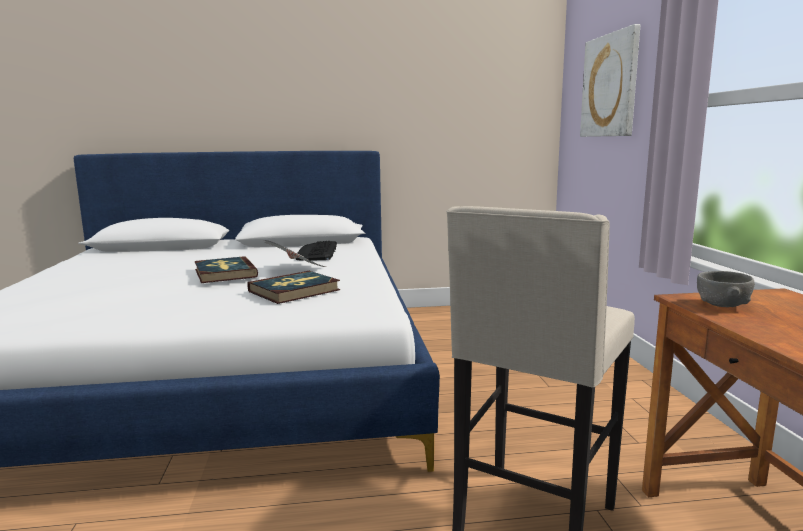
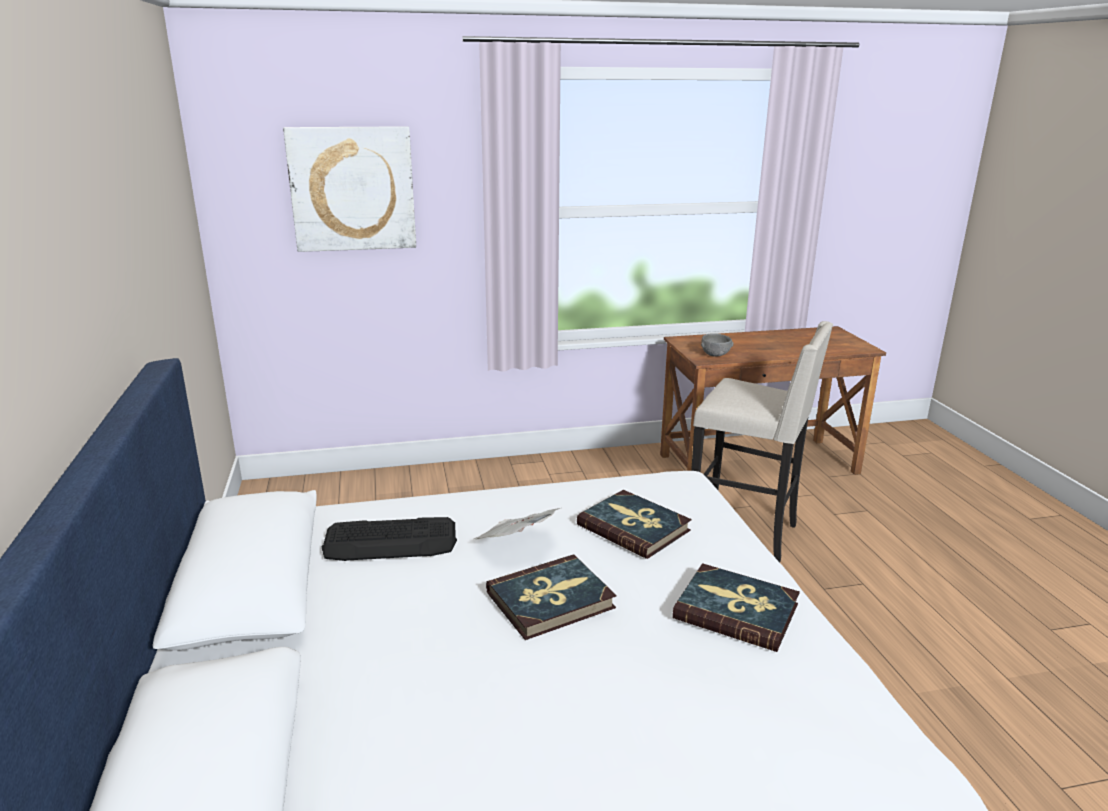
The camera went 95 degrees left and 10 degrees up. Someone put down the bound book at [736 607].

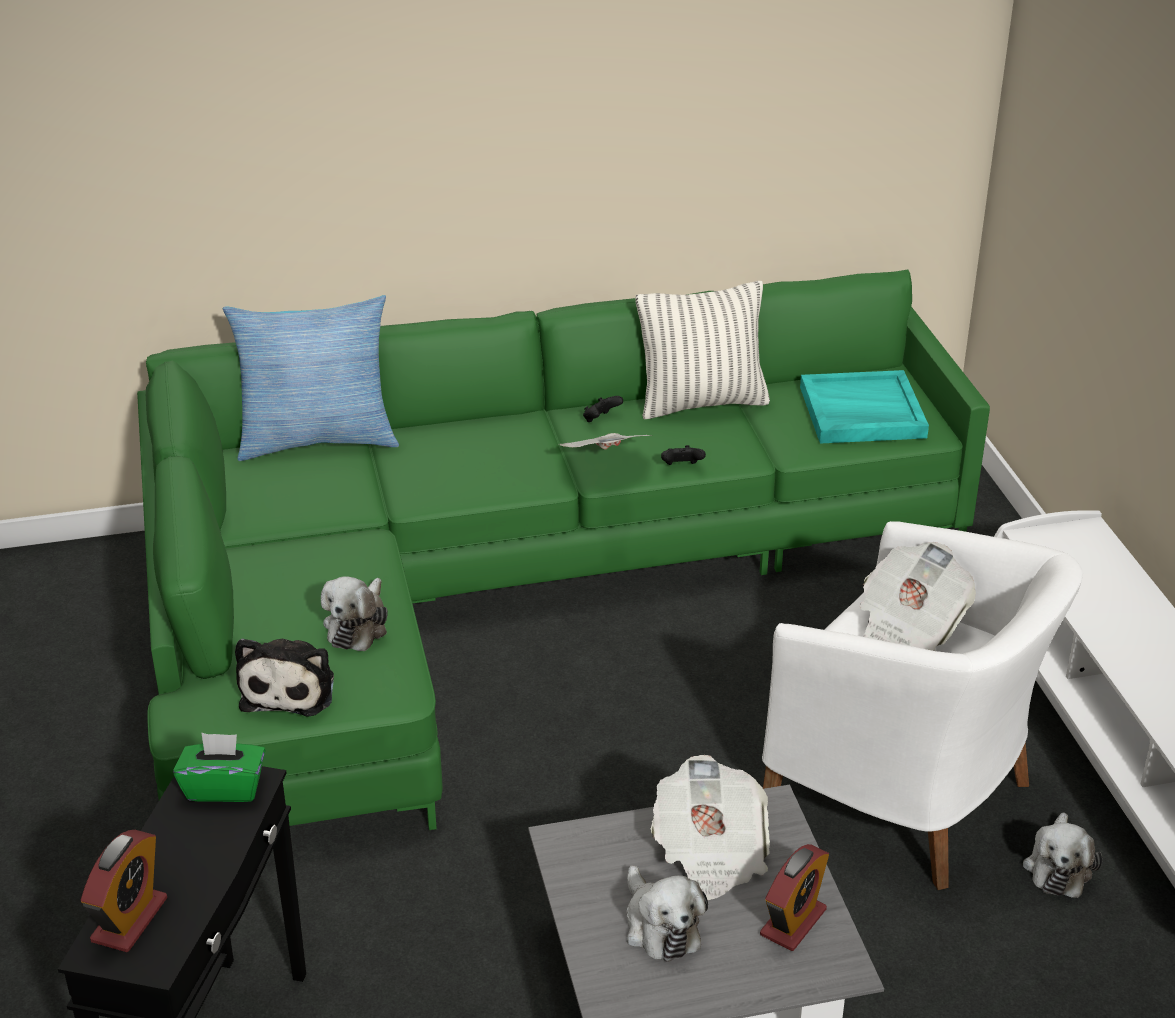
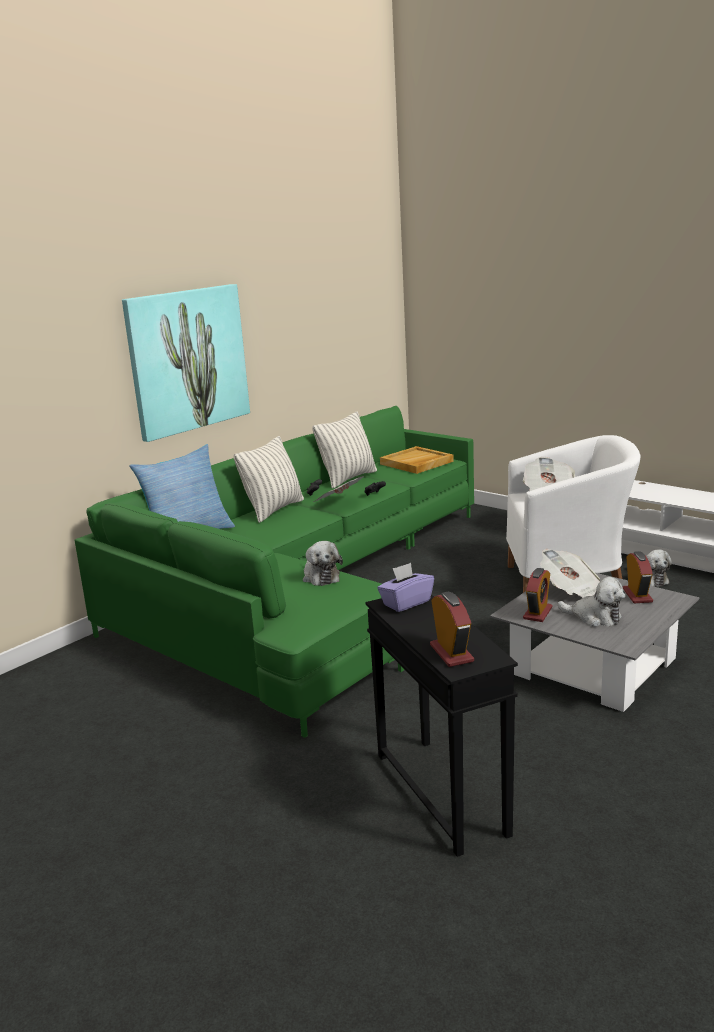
The camera went 35 degrees left and 15 degrees down. Someone took away the soft toy at [284 677]. Someone put up the wall art at [186 363]. Someone put down the throw pillow at [268 479]. Someone put down the alarm clock at [538 595]. Someone repainted the tissue holder in greenish at [219 767], which became the tissue holder in purple at [405 587]. Someone repainted the tray in turquoise-coloured at [864 407], which became the tray in beige-coloured at [417 460].

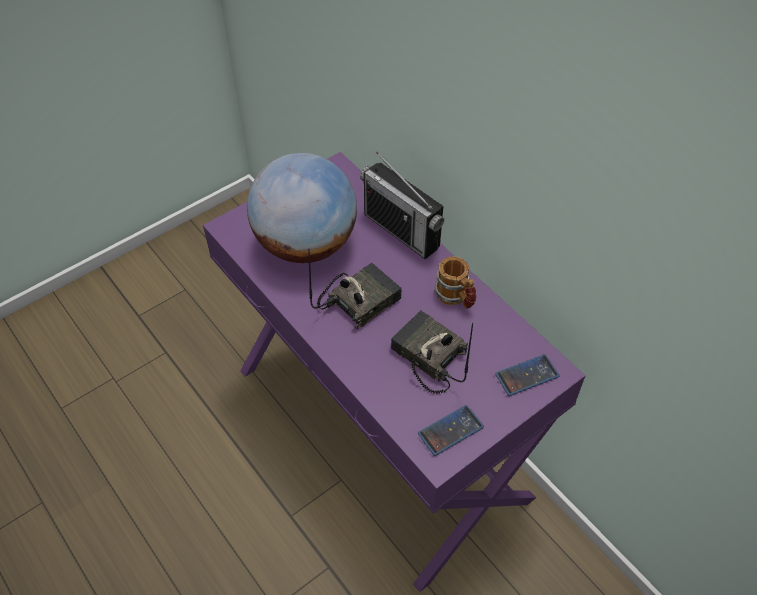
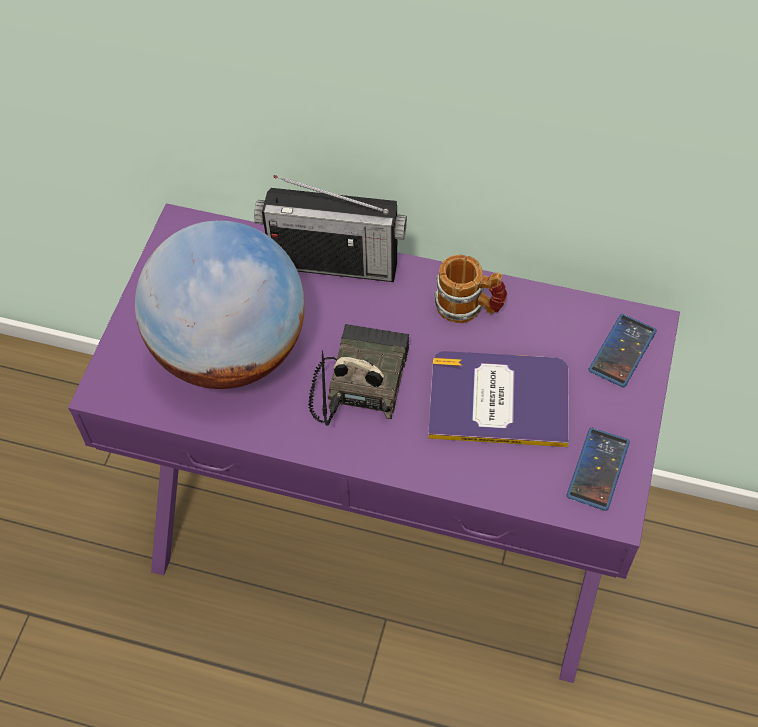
The camera went 35 degrees left and 5 degrees up. Someone swapped the radio receiver at [432 352] for the bound book at [498 399].

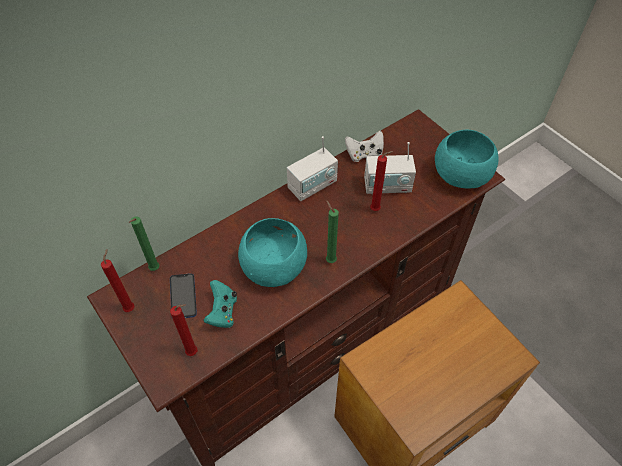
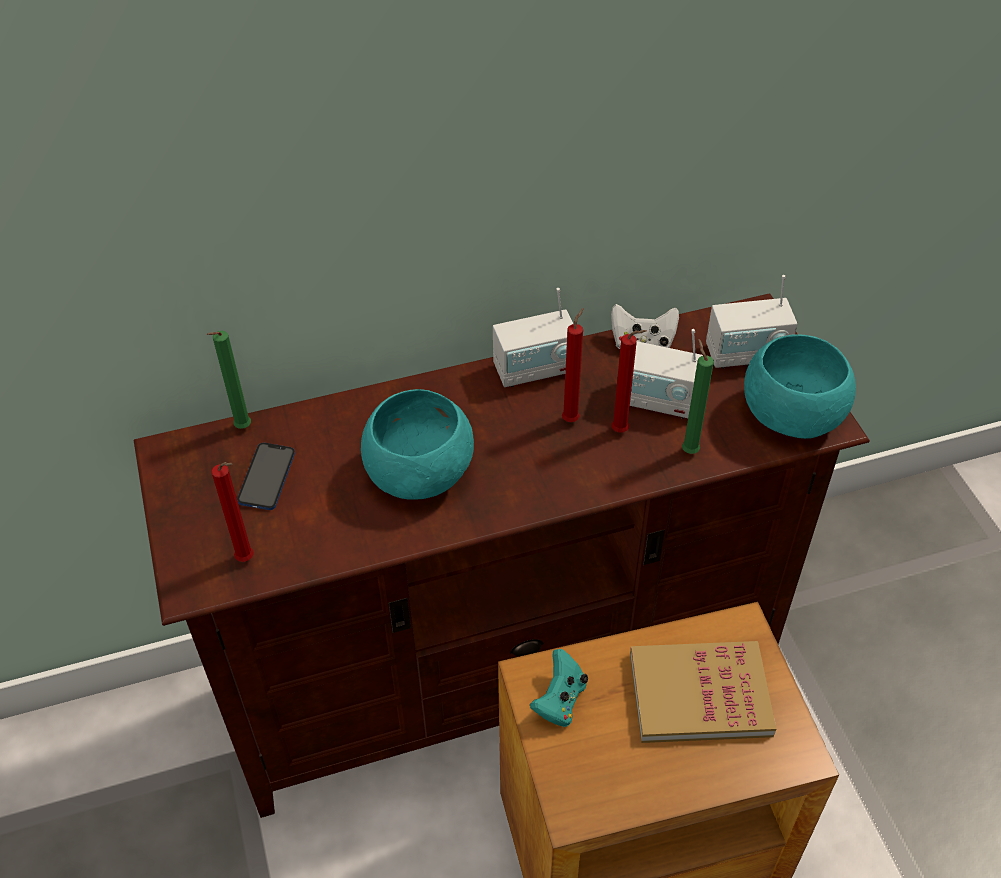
The camera went 20 degrees right and 5 degrees down. Someone put down the bound book at [703 692]. Someone put down the radio receiver at [751 322]. Someone carried the wax light in reddish from [117 280] to [573 365]. Someone carried the gamepad in turquoise-coloured from [220 304] to [559 688]. Someone carried the wax light in greenish from [332 231] to [698 396].

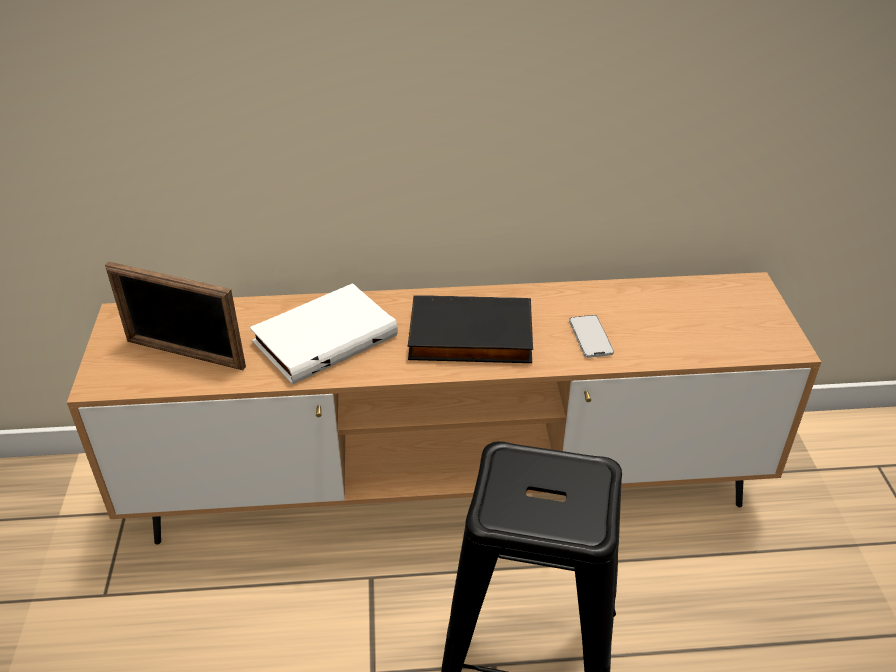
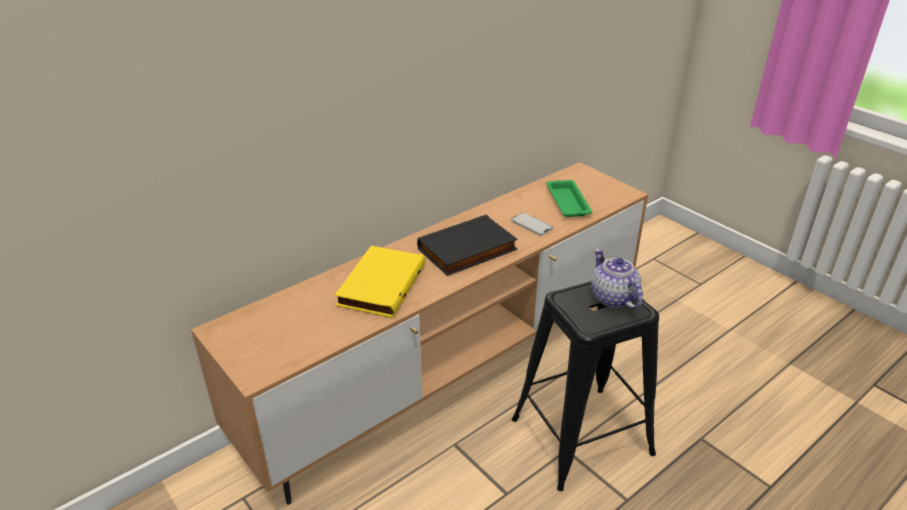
The camera went 35 degrees left and 5 degrees down. Someone took away the standing frame at [175 315]. Someone put down the tray in greenish at [569 198]. Someone put down the pot for tea at [617 279]. Someone repainted the bound book in white at [324 333], which became the bound book in yellow-coloured at [380 282].

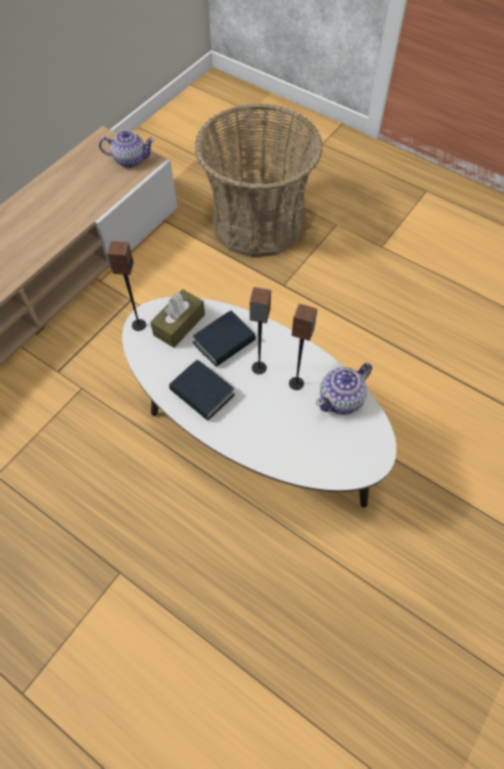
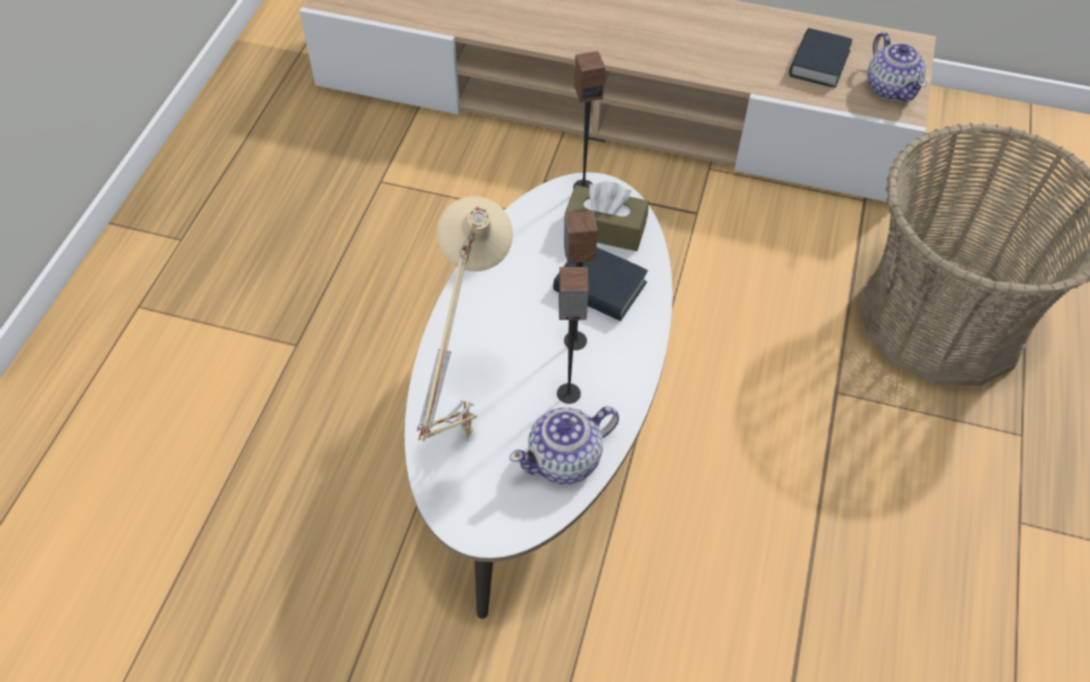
The camera went 70 degrees right and 5 degrees down. Someone put down the table lamp in beige-coloured at [465 318]. Someone carried the bound book from [202 390] to [820 58]. Someone rotated the pot for tea at [344 389] by 60 degrees counterclockwise.

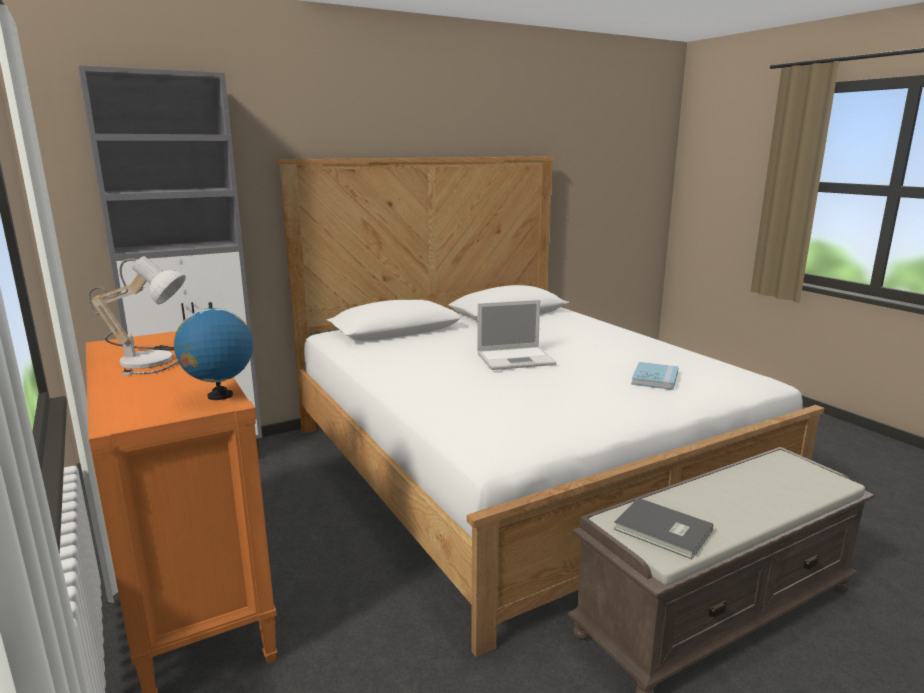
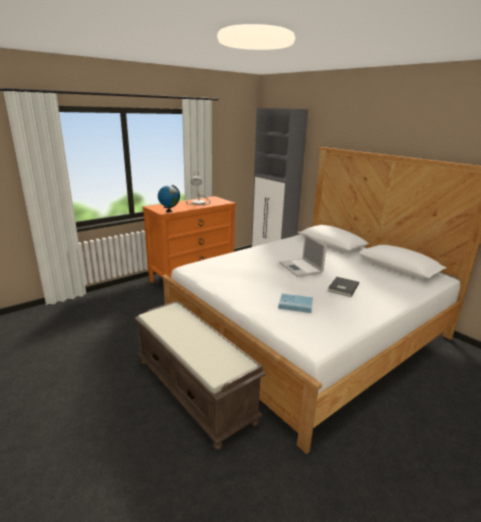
The camera went 80 degrees right and 5 degrees up. Someone carried the bound book in greyish from [663 528] to [343 287].

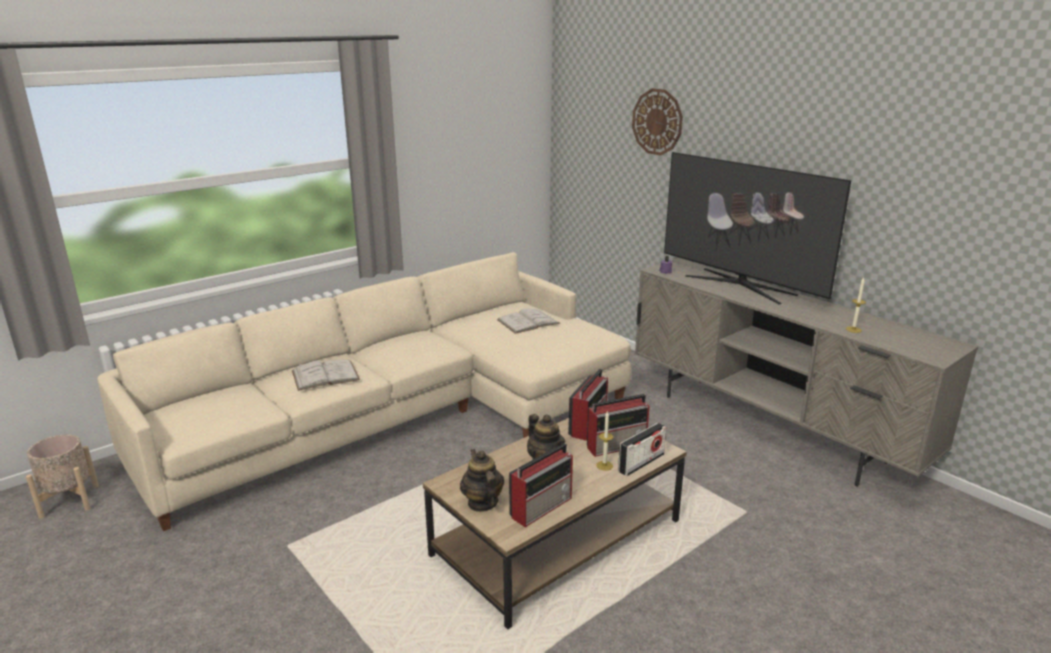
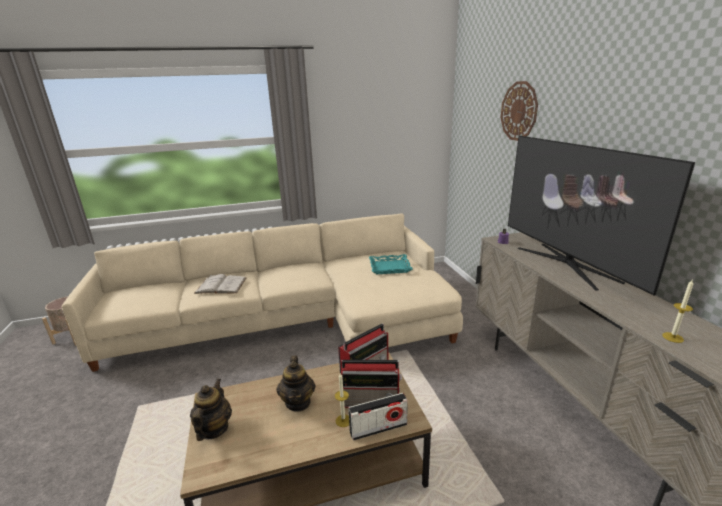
The camera went 25 degrees right and 0 degrees up. Someone took away the radio receiver at [541 485]. Someone swapped the bound book in white at [528 321] for the tray in turquoise-coloured at [391 264].

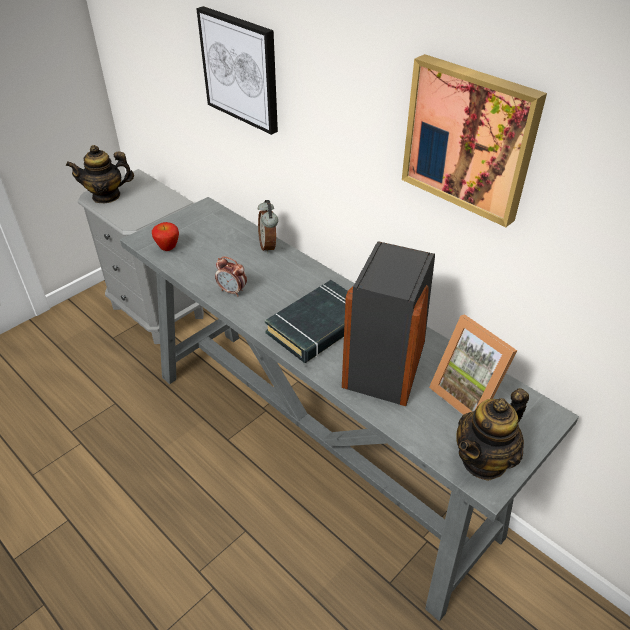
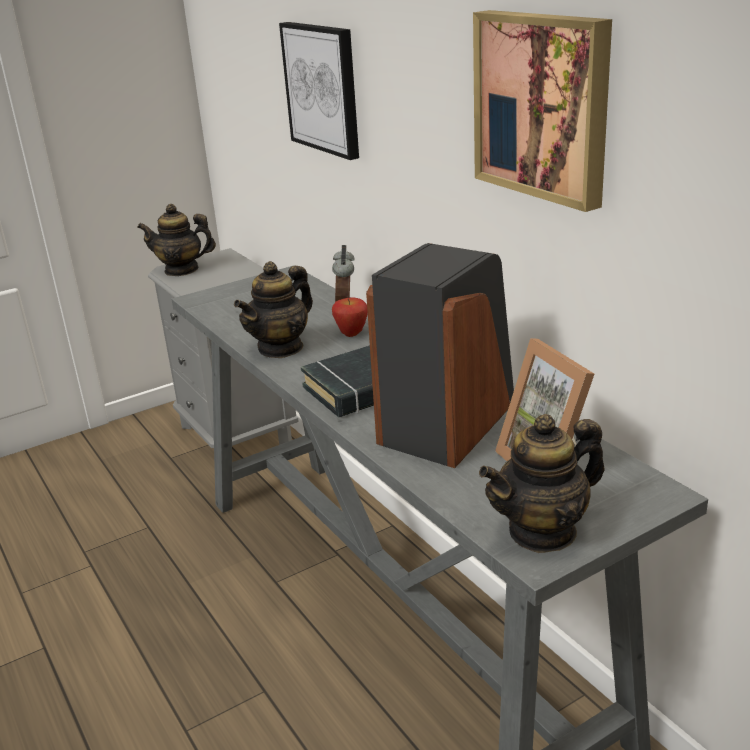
The camera went 15 degrees right and 15 degrees down. Someone carried the apple from [165 236] to [350 317]. Someone swapped the alarm clock at [231 276] for the pot for tea at [273 309].

